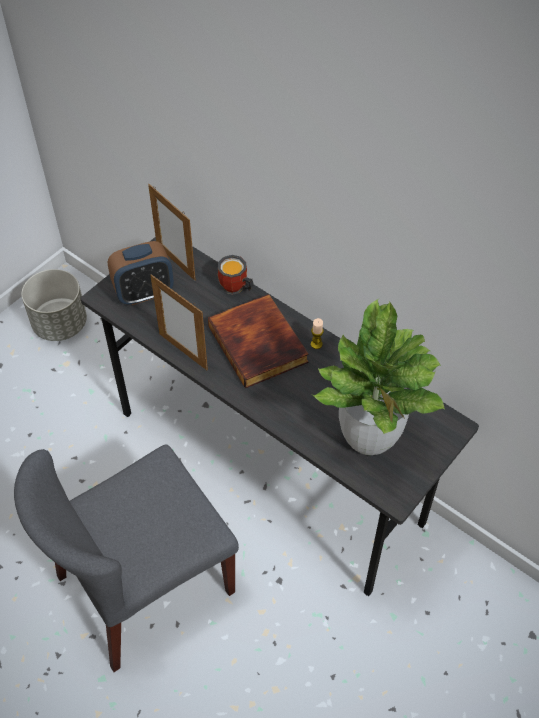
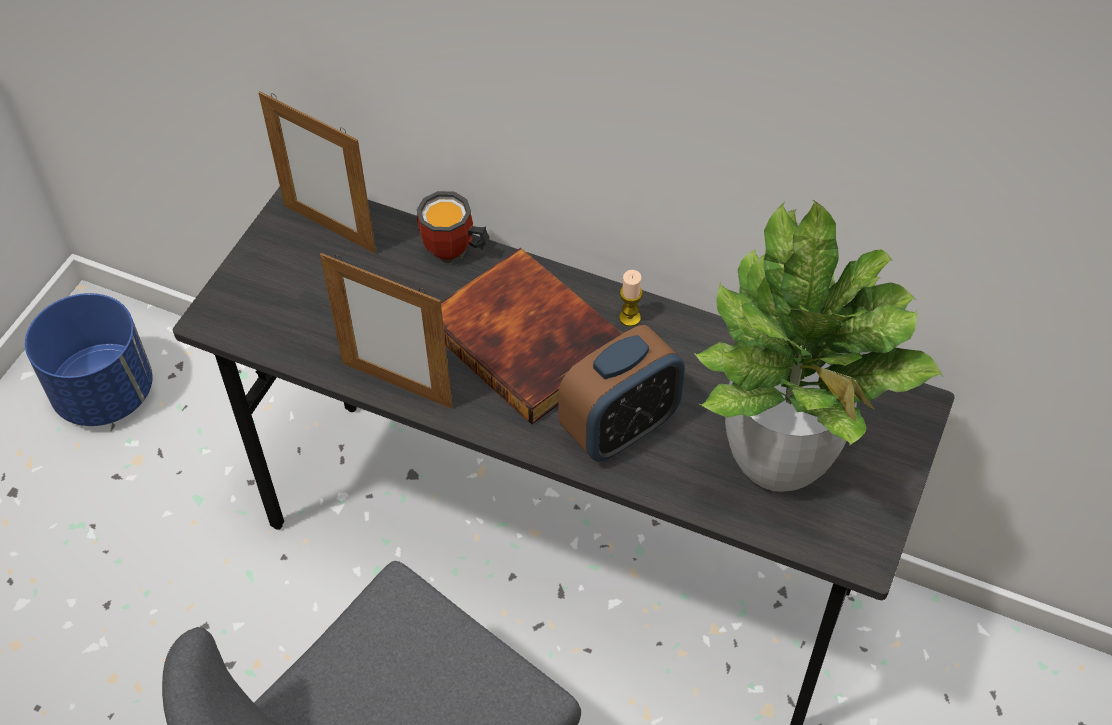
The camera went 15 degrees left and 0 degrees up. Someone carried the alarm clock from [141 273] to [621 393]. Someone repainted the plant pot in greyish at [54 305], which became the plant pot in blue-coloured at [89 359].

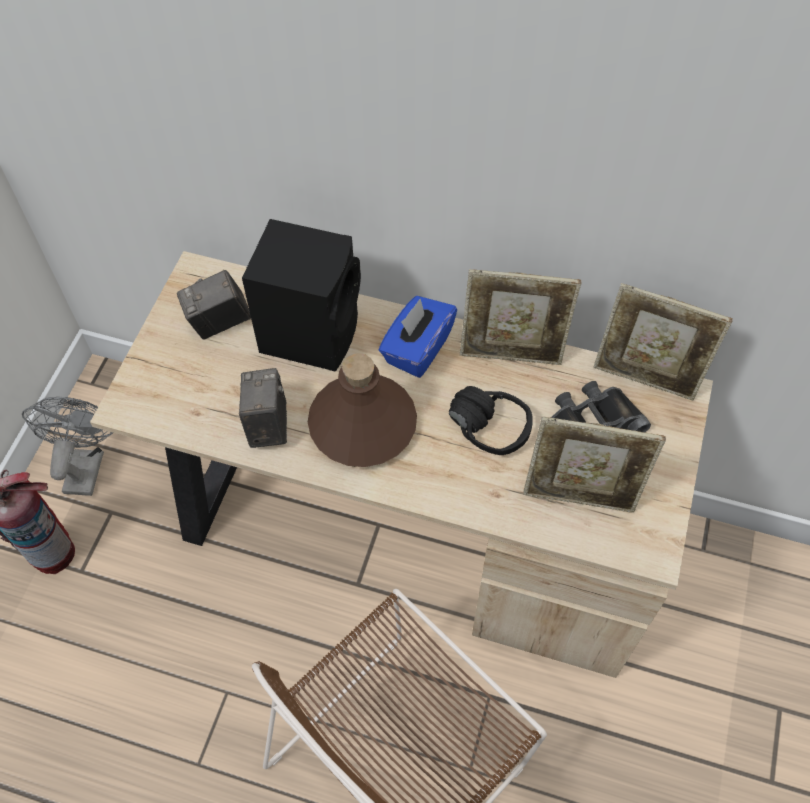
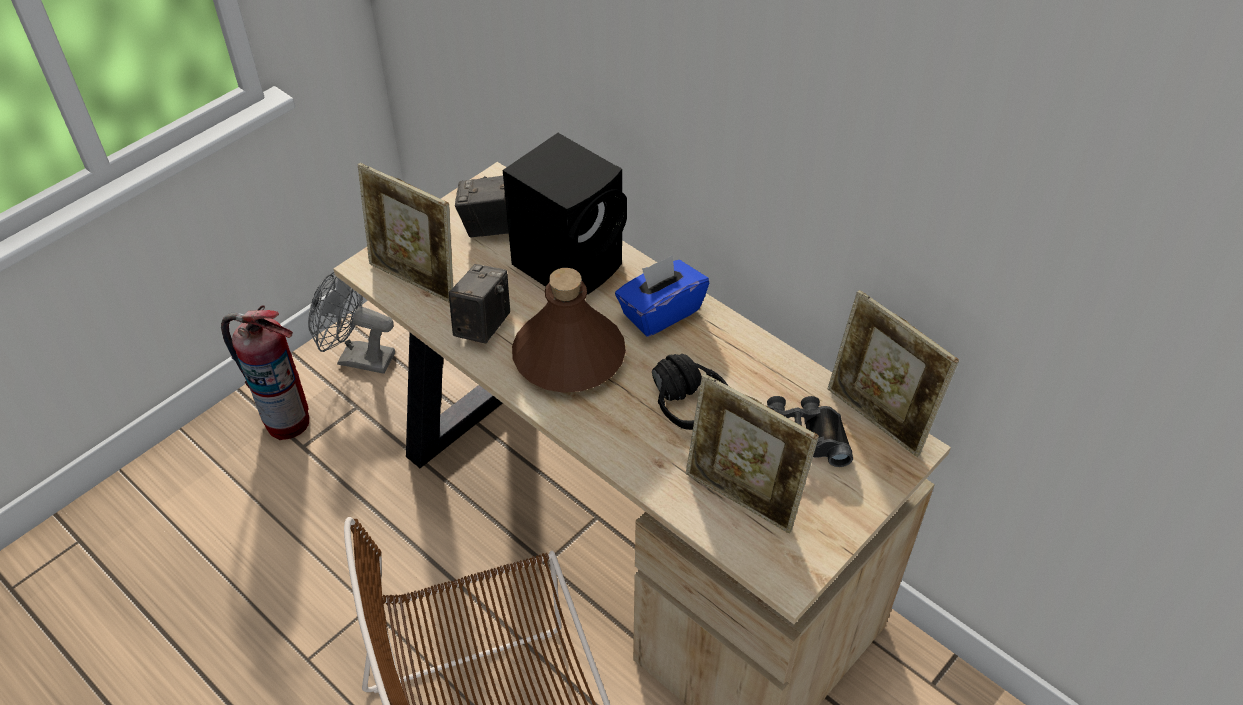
The camera went 25 degrees right and 10 degrees down. Someone carried the standing frame from [520 317] to [405 233]. Someone rotated the electric fan in greyish at [67 446] by 105 degrees counterclockwise.

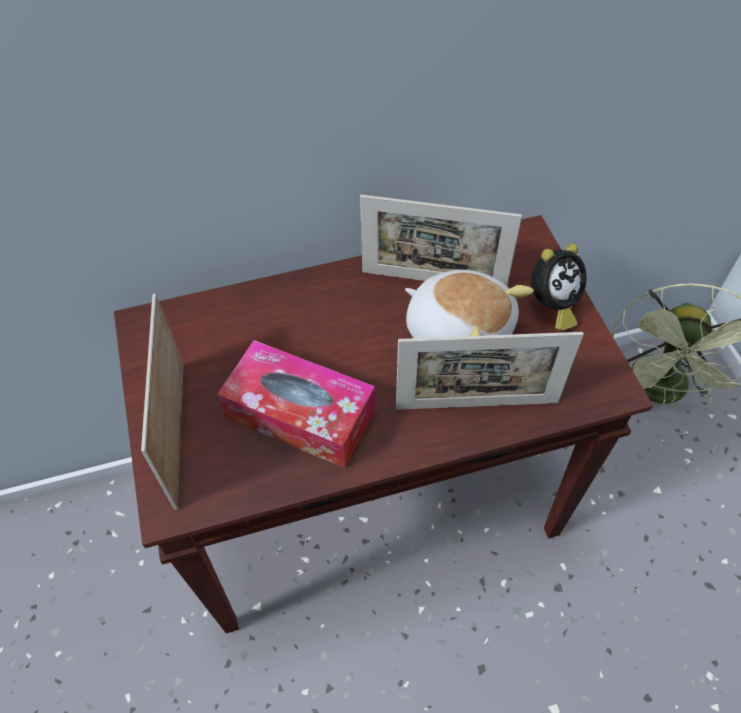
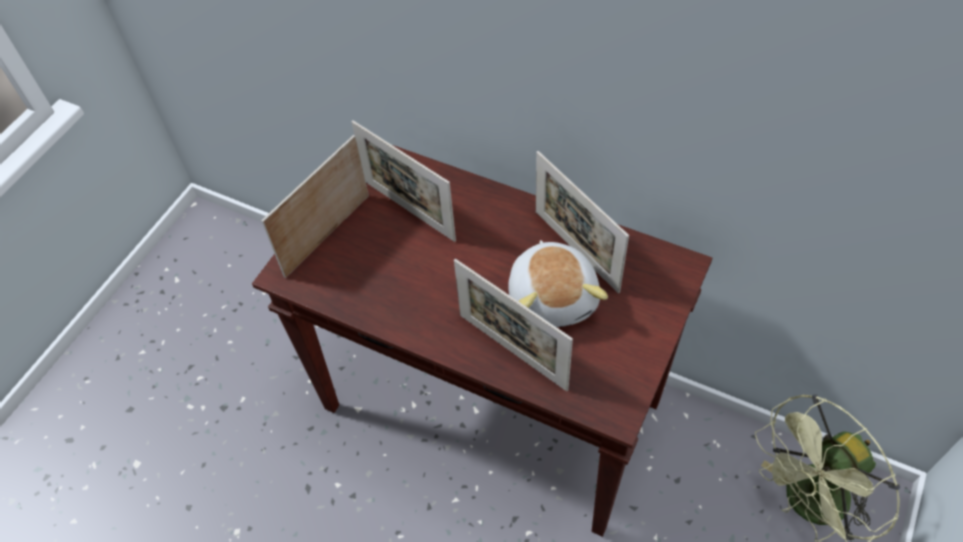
The camera went 45 degrees right and 0 degrees up. Someone took away the tissue holder at [296 404]. Someone took away the alarm clock at [558 287]. Someone put down the standing frame at [403 181].

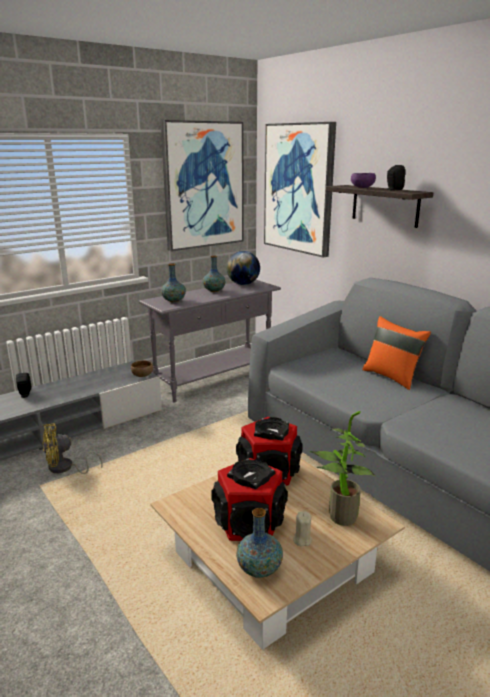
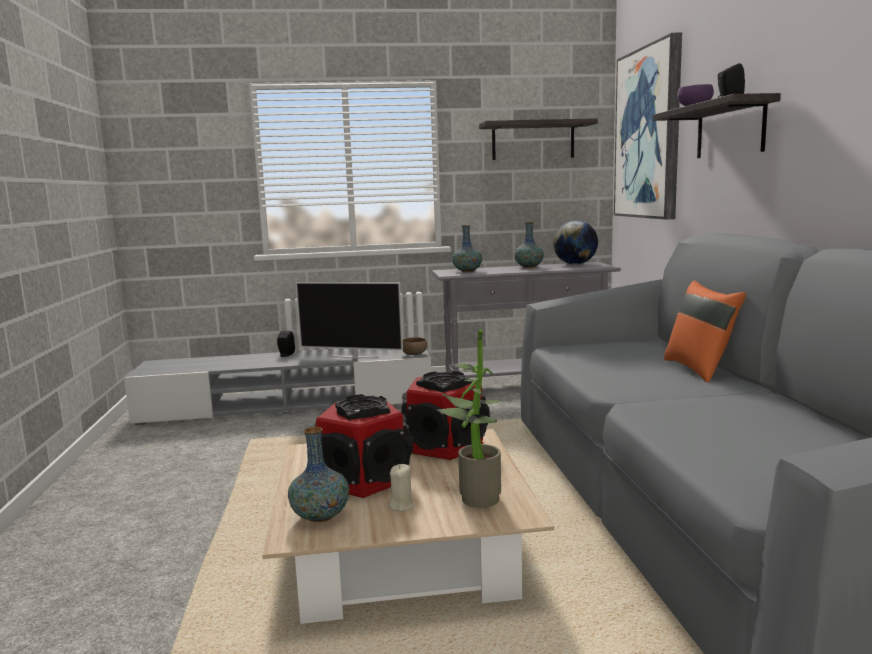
The camera went 30 degrees right and 10 degrees down. Someone took away the electric fan in yellow-coloured at [72 448]. Someone put down the television at [349 320]. Someone swapped the wall art at [202 185] for the bracket shelf at [538 139].

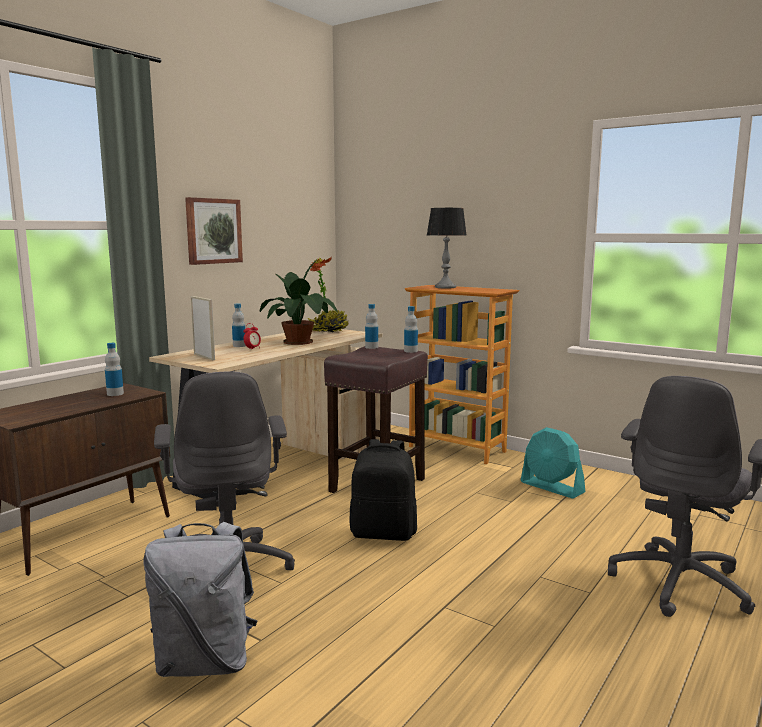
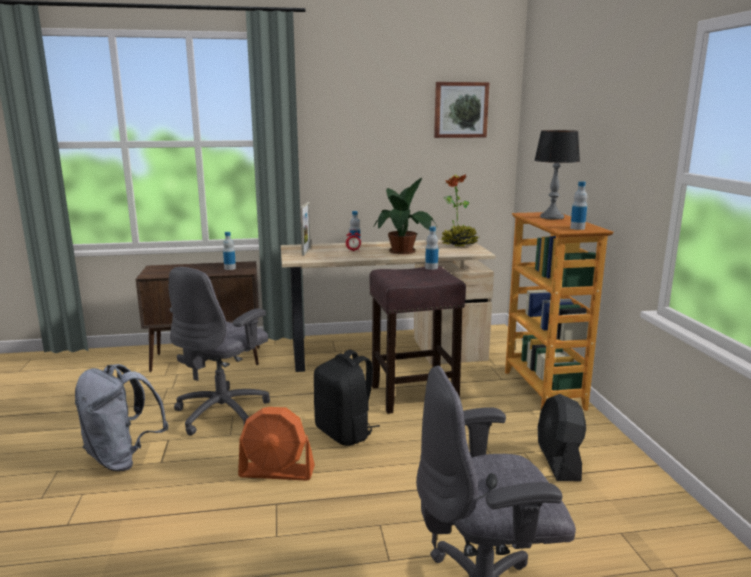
The camera went 45 degrees right and 5 degrees up. Someone put down the electric fan in orange-coloured at [276 444]. Someone carried the wall art from [214 231] to [461 110]. Someone carried the drink bottle from [411 329] to [578 205]. Someone repainted the electric fan in turquoise-coloured at [553 463], which became the electric fan in black at [562 437].

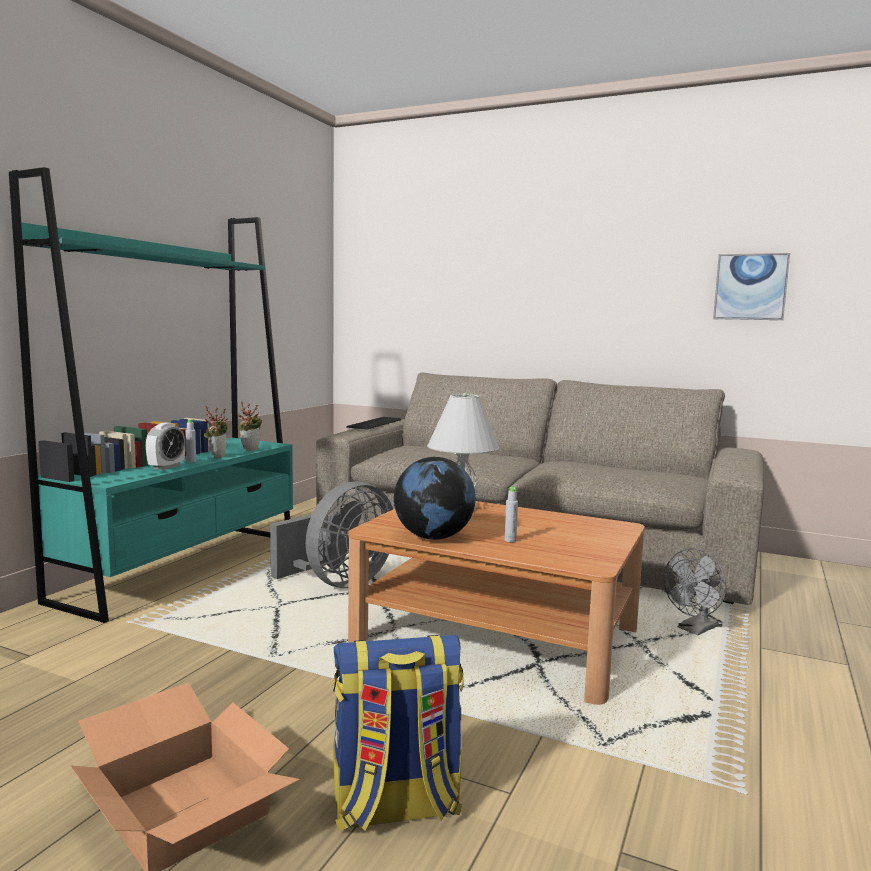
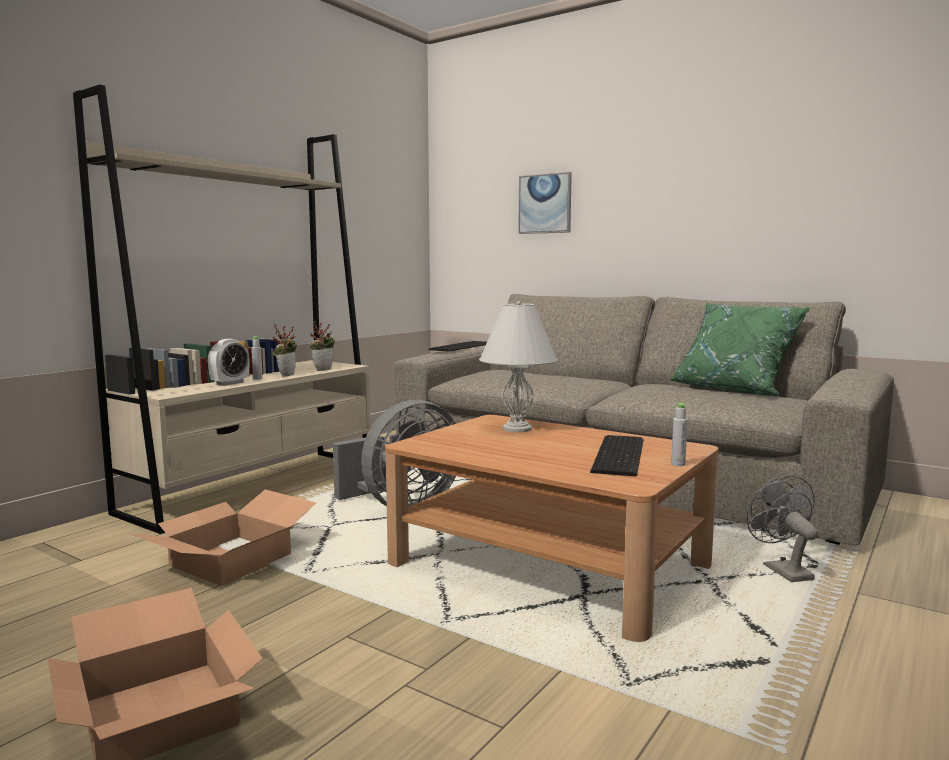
The camera went 10 degrees right and 0 degrees up. Someone took away the backpack at [398 733]. Someone took away the world globe at [435 498]. Someone put down the packing box at [223 537]. Someone put down the computer keyboard at [617 456]. Someone put down the throw pillow in greenish at [739 349]. Someone carried the drink bottle in greyish from [511 514] to [679 434]. Someone carried the wall art from [751 286] to [545 203]. Someone repainted the bookshelf in turquoise-coloured at [151 395], which became the bookshelf in beige-coloured at [221 309]. Someone rotated the electric fan in greyish at [695 591] by 105 degrees clockwise.

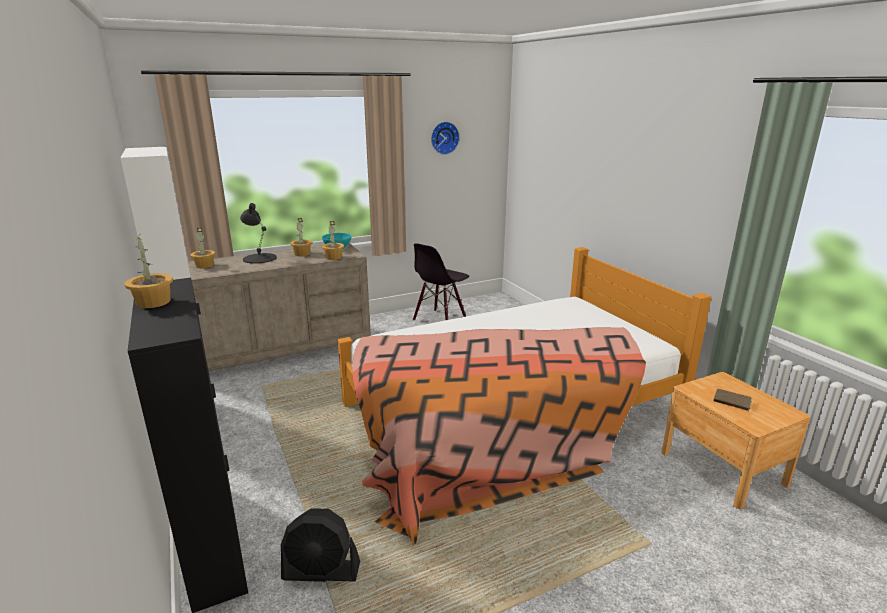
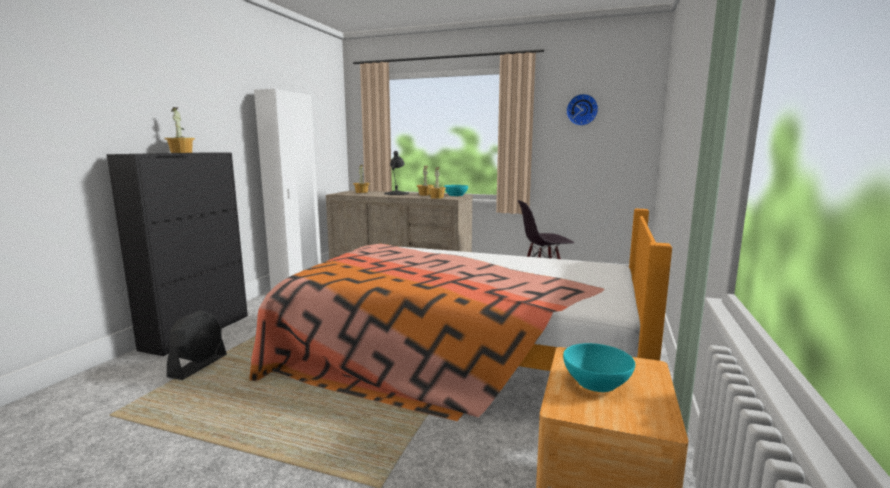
The camera went 45 degrees right and 10 degrees down. Someone swapped the bound book in brown-coloured at [732 400] for the serving bowl in turquoise-coloured at [599 367]. Someone rotated the electric fan in black at [320 545] by 120 degrees counterclockwise.

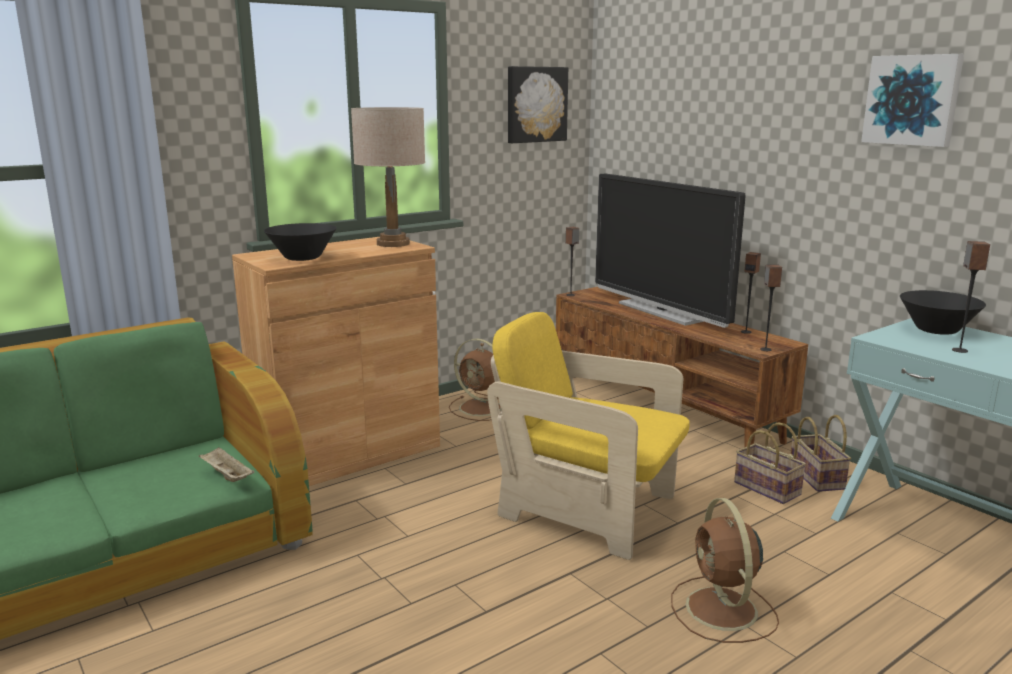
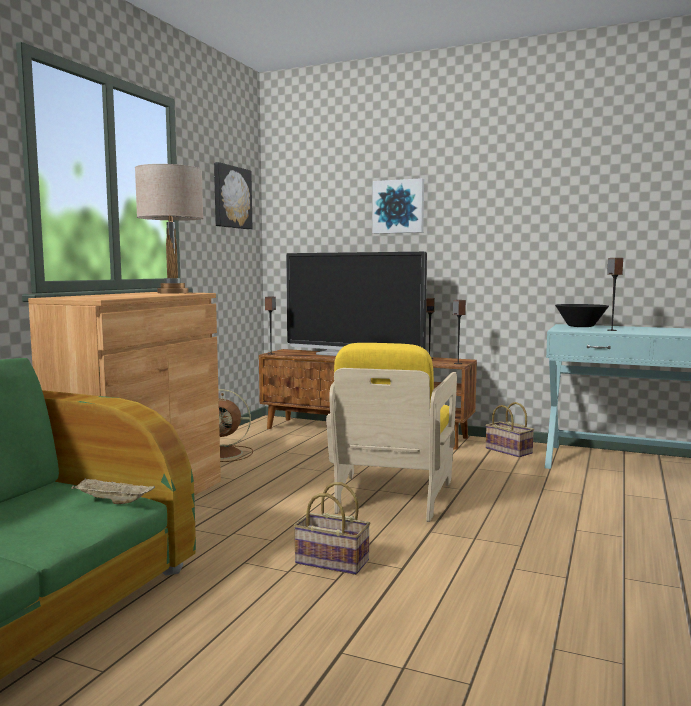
The camera went 30 degrees left and 10 degrees down. Someone took away the serving bowl in black at [300 242]. Someone took away the electric fan in brown-coloured at [725 570]. Someone carried the household basket from [770 463] to [331 528]. Someone carried the wall art from [912 100] to [398 206]. Someone rotated the lounge chair in yellow-coloured at [588 436] by 75 degrees counterclockwise.

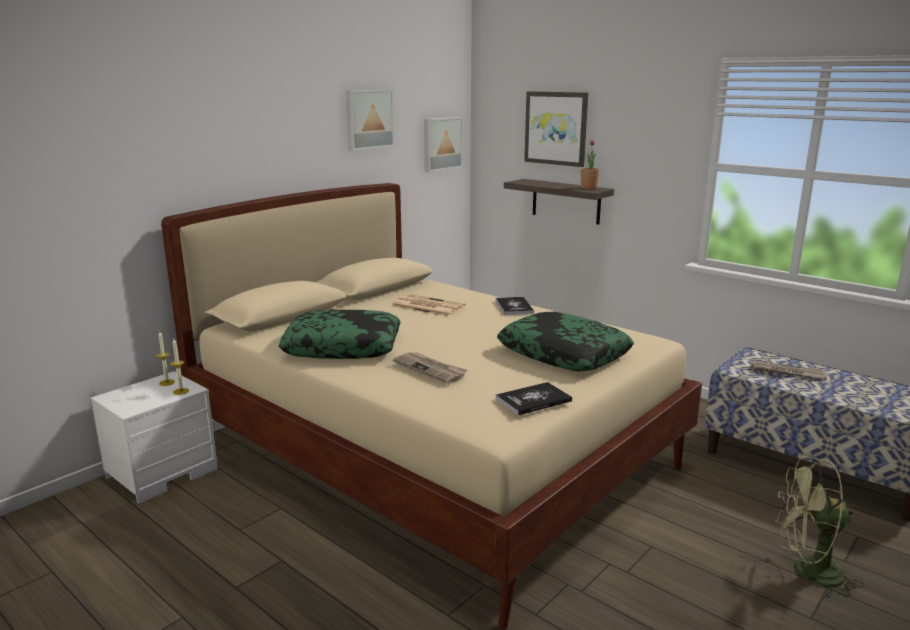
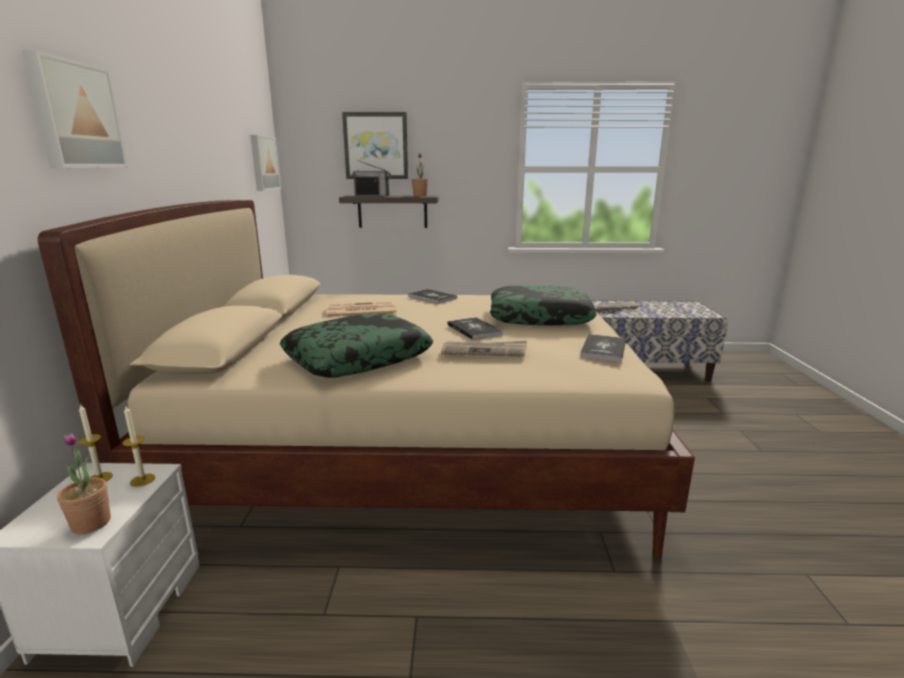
The camera went 40 degrees left and 0 degrees up. Someone took away the electric fan in greenish at [819 527]. Someone put down the potted plant at [84 483]. Someone put down the radio receiver at [371 178]. Someone put down the bound book at [475 328]. Someone carried the wall art from [370 120] to [75 109].

